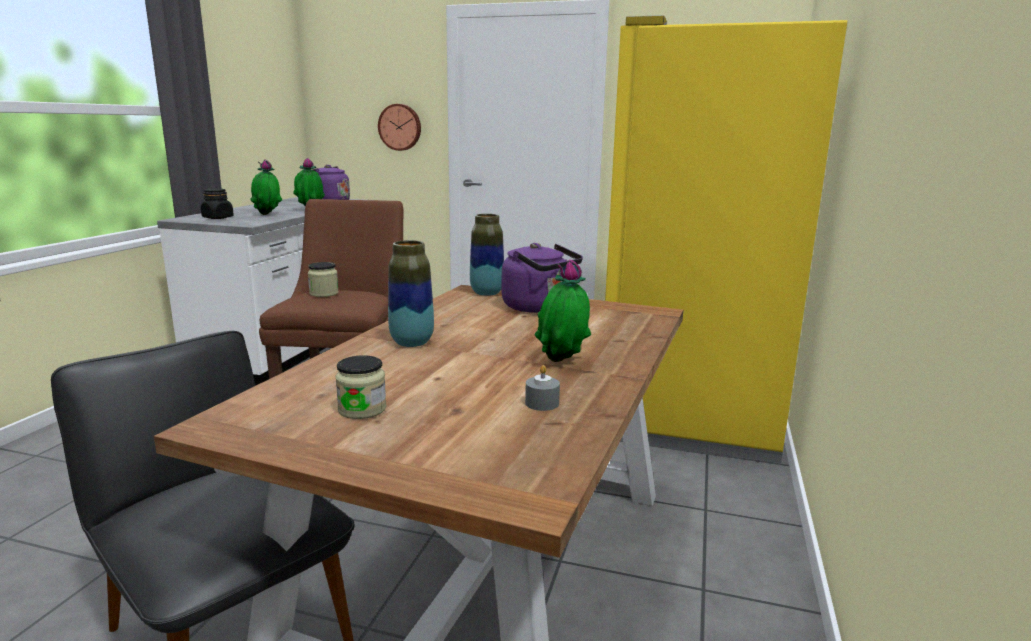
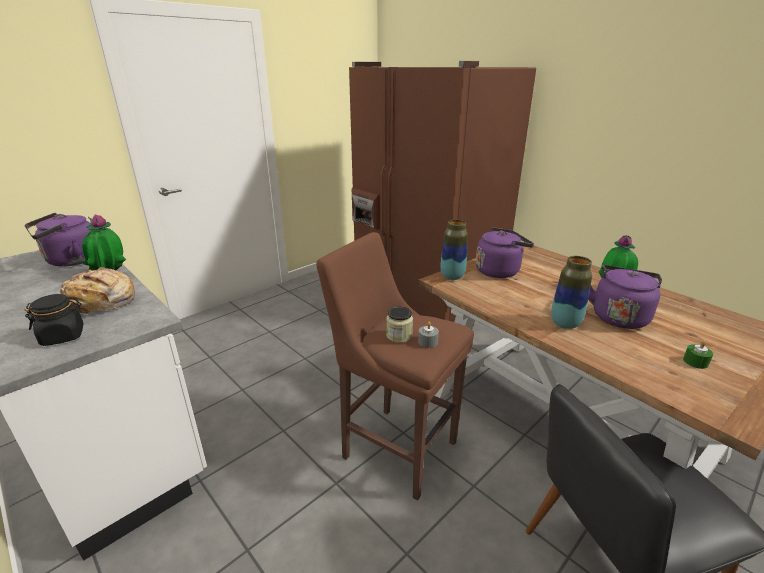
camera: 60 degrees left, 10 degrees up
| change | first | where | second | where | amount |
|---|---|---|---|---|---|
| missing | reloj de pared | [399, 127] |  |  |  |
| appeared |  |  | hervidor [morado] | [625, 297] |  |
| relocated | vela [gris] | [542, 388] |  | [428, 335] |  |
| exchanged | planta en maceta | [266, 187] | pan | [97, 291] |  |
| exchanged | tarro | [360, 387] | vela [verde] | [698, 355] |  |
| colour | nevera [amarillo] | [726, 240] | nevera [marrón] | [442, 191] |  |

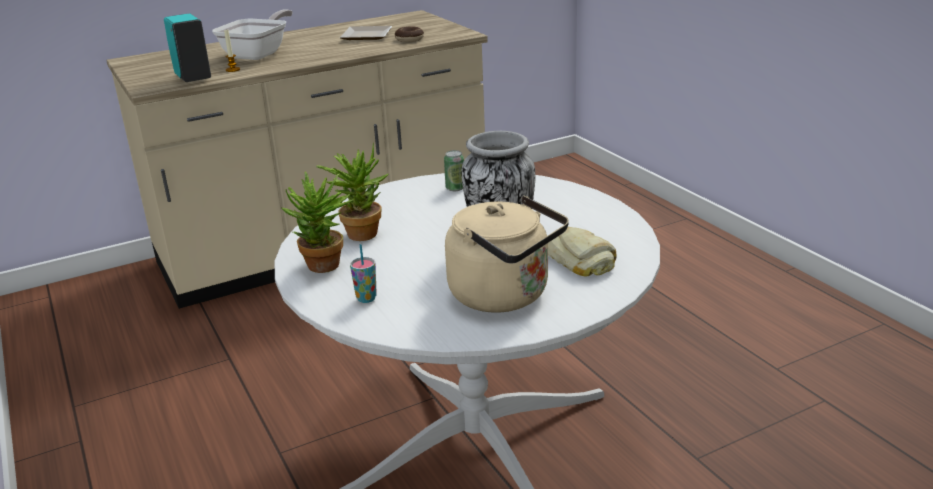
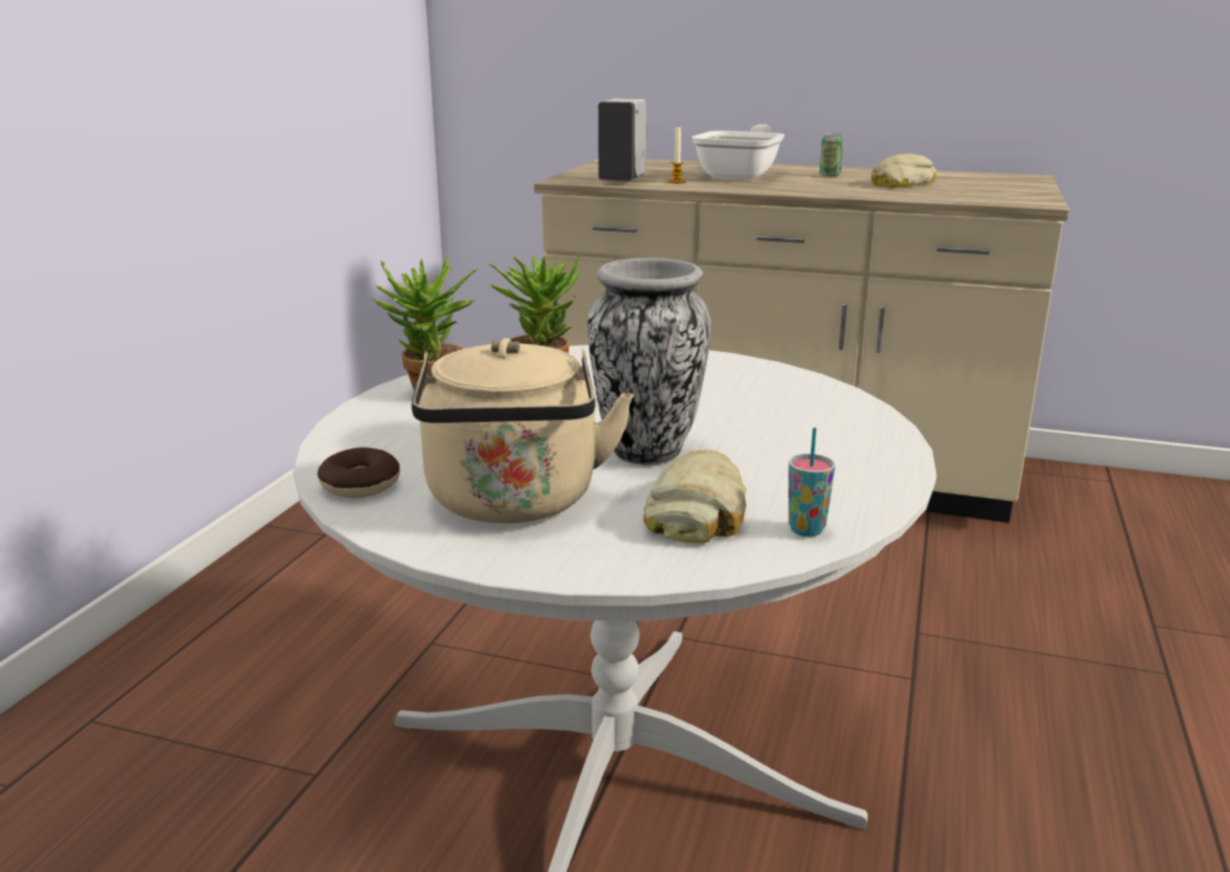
camera: 45 degrees right, 5 degrees down
| change | first | where | second | where | amount |
|---|---|---|---|---|---|
| relocated | taza | [363, 273] |  | [811, 482] |  |
| relocated | rosquilla | [409, 34] |  | [358, 472] |  |
| relocated | lata | [454, 170] |  | [831, 155] |  |
| exchanged | plato | [366, 33] | pan | [904, 171] |  |
| colour | dispensador de jabón [turquesa] | [187, 48] | dispensador de jabón [blanco] | [622, 139] |  |
| spun | sartén | [252, 35] |  | [738, 152] | 45 degrees counterclockwise |

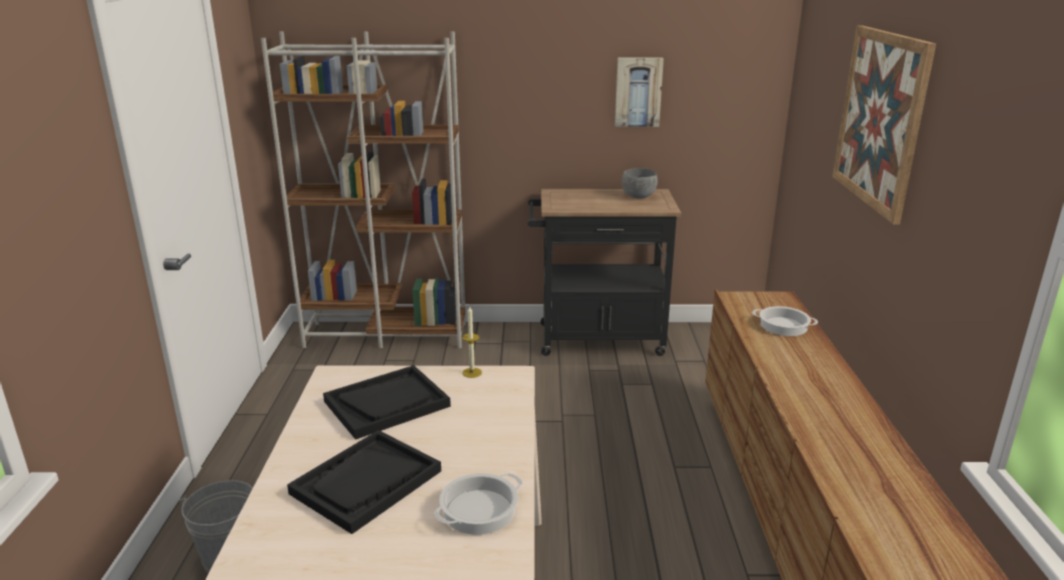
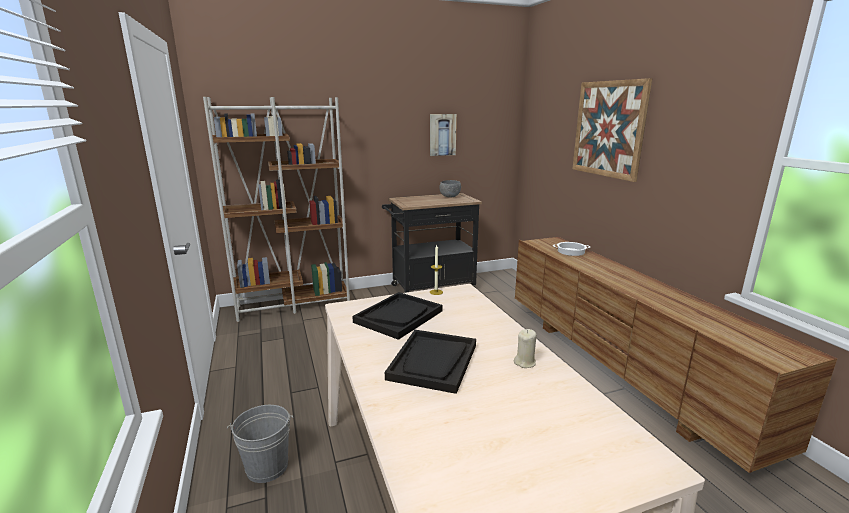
camera: 20 degrees left, 5 degrees down
| change | first | where | second | where | amount |
|---|---|---|---|---|---|
| exchanged | olla | [479, 504] | vela [beis] | [525, 348] |  |

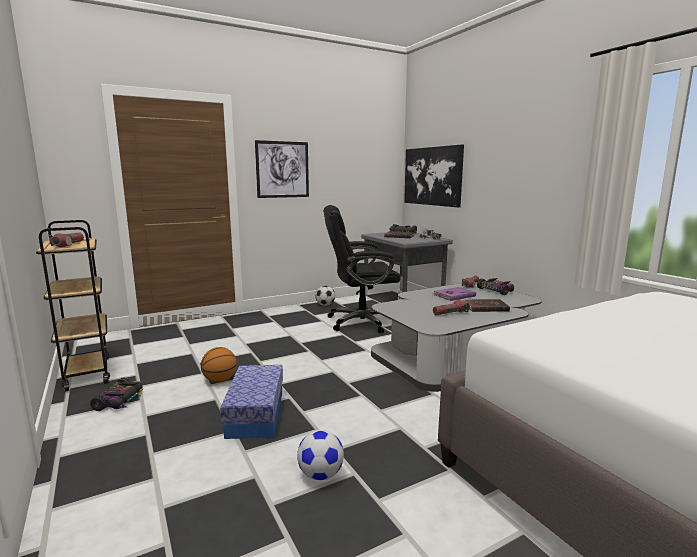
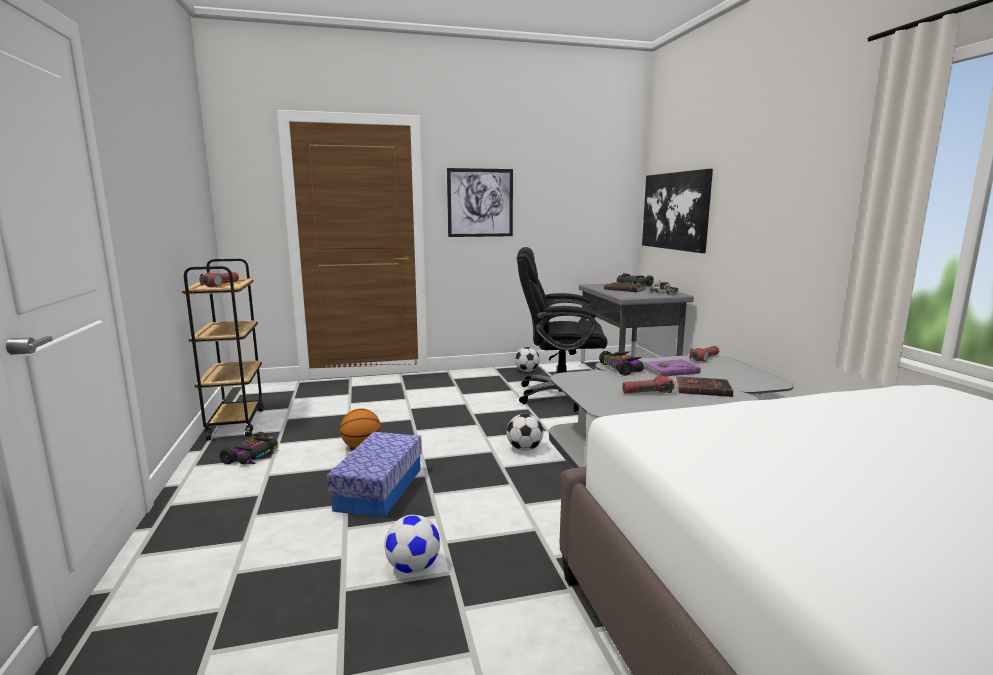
camera: 15 degrees right, 0 degrees up
| change | first | where | second | where | amount |
|---|---|---|---|---|---|
| appeared |  |  | balón de fútbol | [525, 432] |  |
| relocated | coche de juguete | [495, 286] |  | [621, 363] |  |

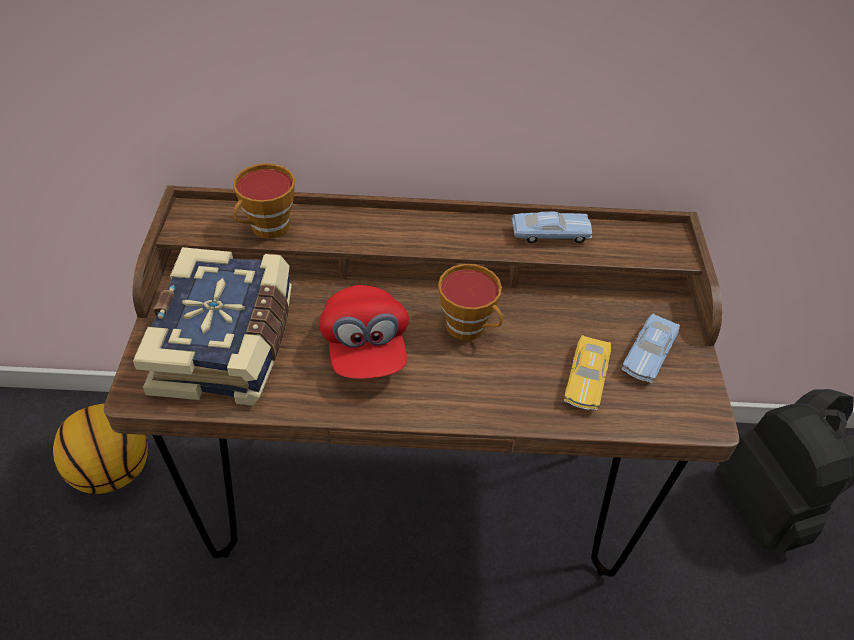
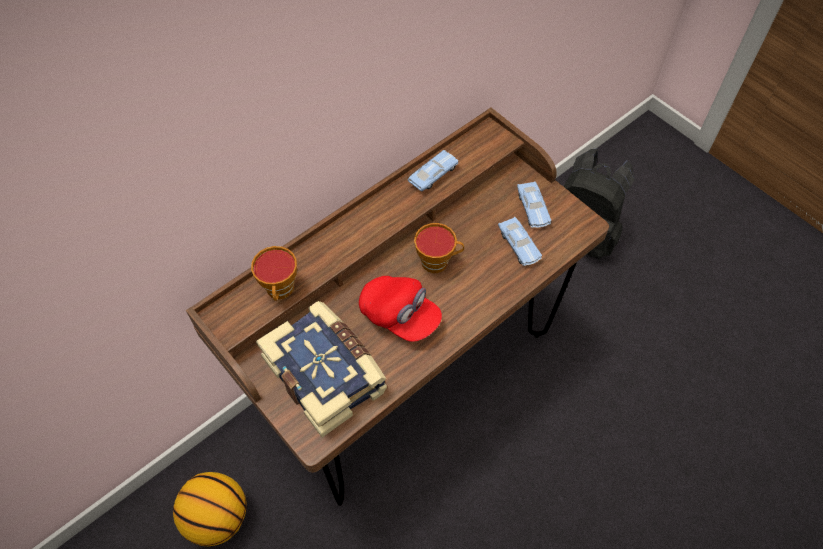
camera: 40 degrees left, 10 degrees up
| change | first | where | second | where | amount |
|---|---|---|---|---|---|
| colour | coche de juguete [amarillo] | [587, 372] | coche de juguete [azul] | [520, 241] |  |

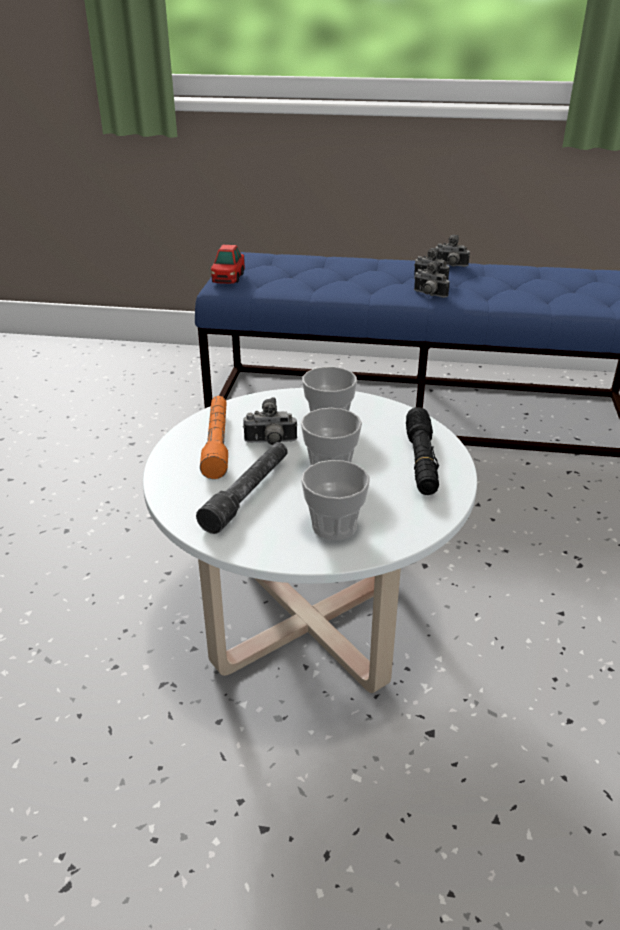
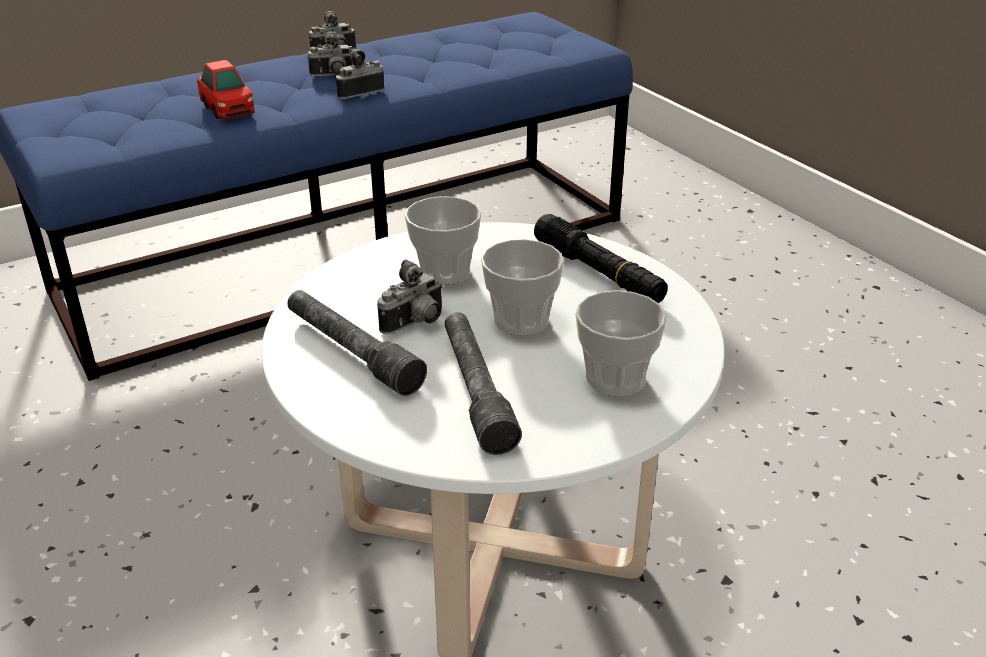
camera: 40 degrees left, 0 degrees up
| change | first | where | second | where | amount |
|---|---|---|---|---|---|
| relocated | coche de juguete | [228, 264] |  | [226, 89] |  |
| colour | linterna [naranja] | [214, 437] | linterna [gris] | [357, 343] |  |
| spun | cámara | [432, 279] |  | [359, 74] | 150 degrees clockwise |

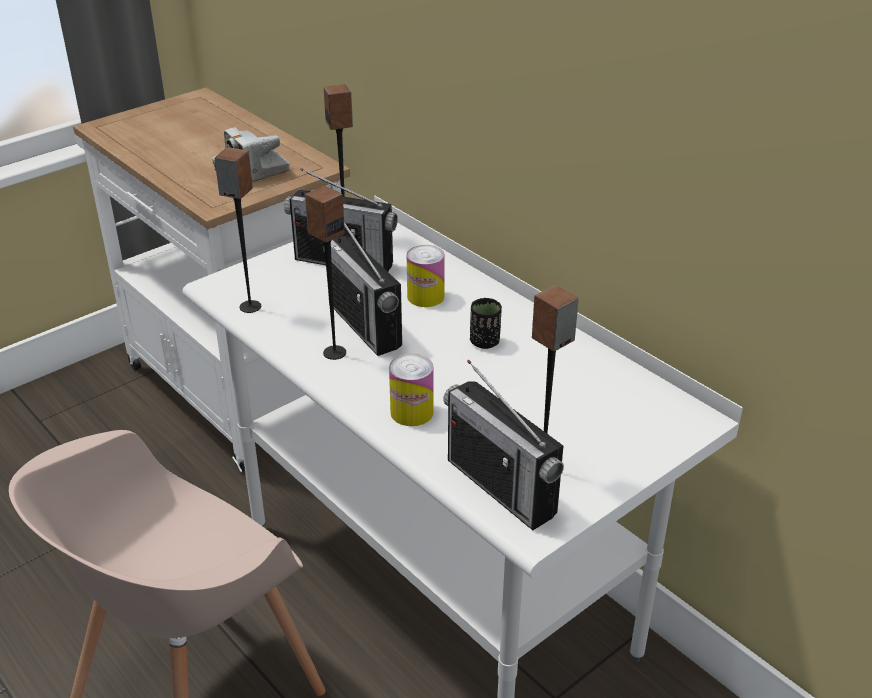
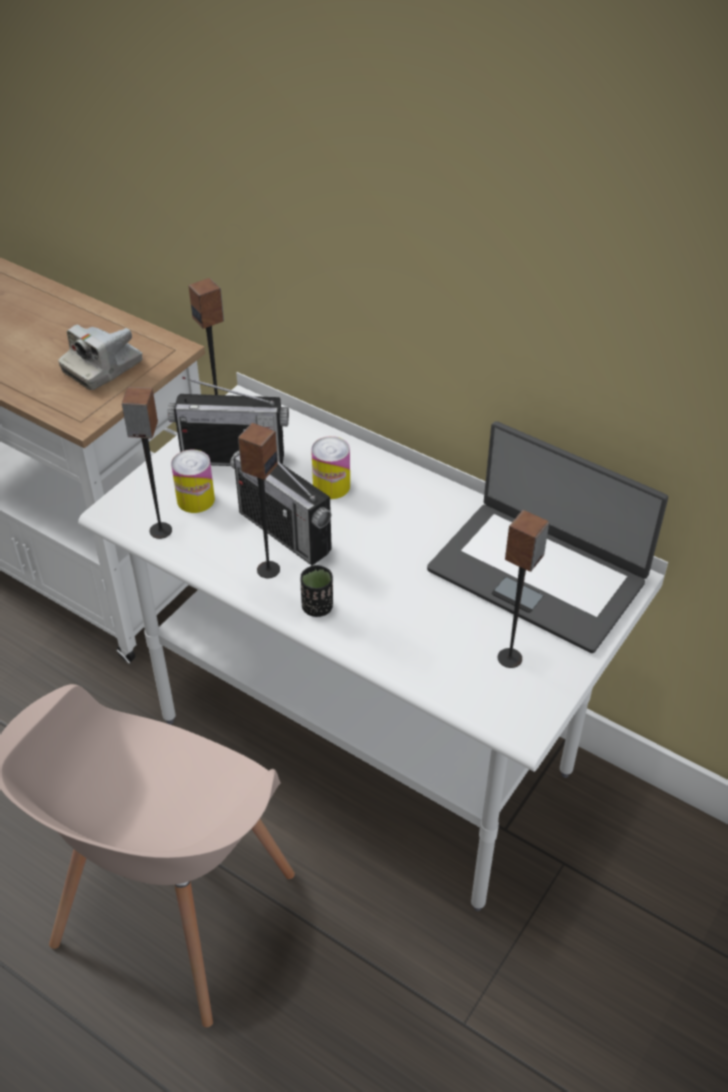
camera: 15 degrees left, 10 degrees up
| change | first | where | second | where | amount |
|---|---|---|---|---|---|
| missing | radio | [503, 445] |  |  |  |
| appeared |  |  | portátil | [547, 537] |  |
| relocated | lata | [411, 390] |  | [193, 481] |  |
| relocated | taza [negro] | [486, 323] |  | [317, 591] |  |

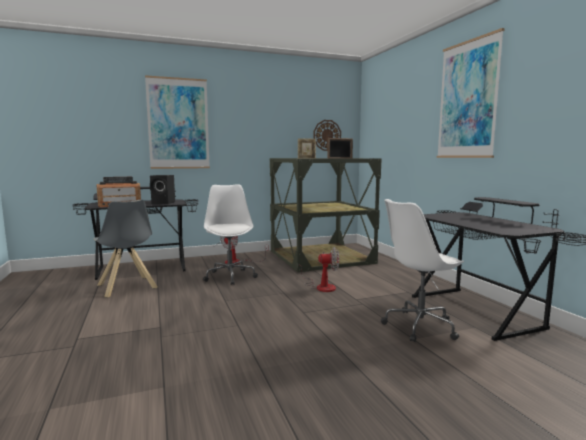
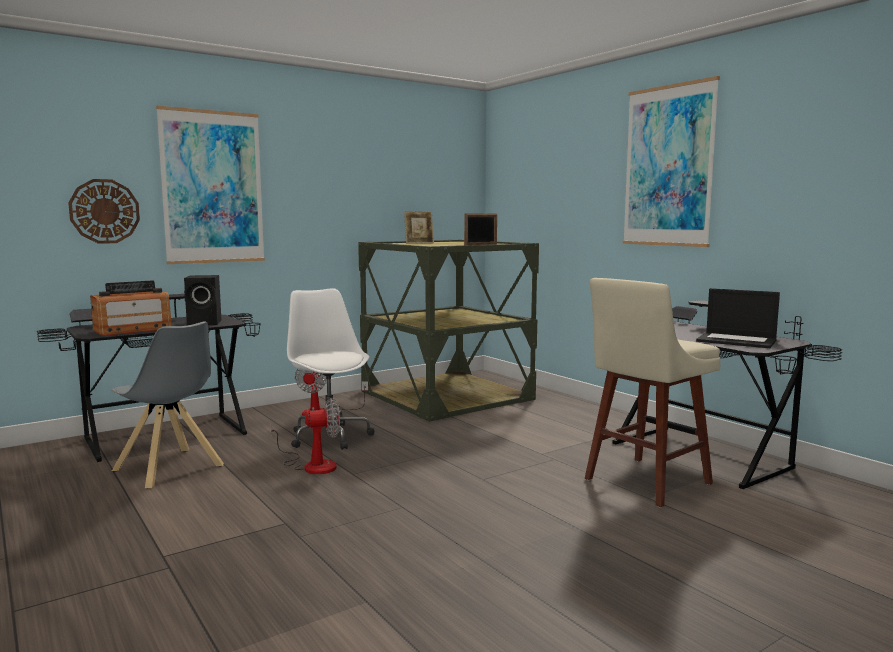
camera: 15 degrees left, 0 degrees up
| change | first | where | second | where | amount |
|---|---|---|---|---|---|
| appeared |  |  | portátil | [738, 318] |  |
| relocated | ventilador | [318, 269] |  | [305, 436] |  |
| relocated | reloj de pared | [327, 135] |  | [104, 211] |  |
| exchanged | silla de oficina [blanco] | [422, 270] | taburete [beis] | [652, 393] |  |

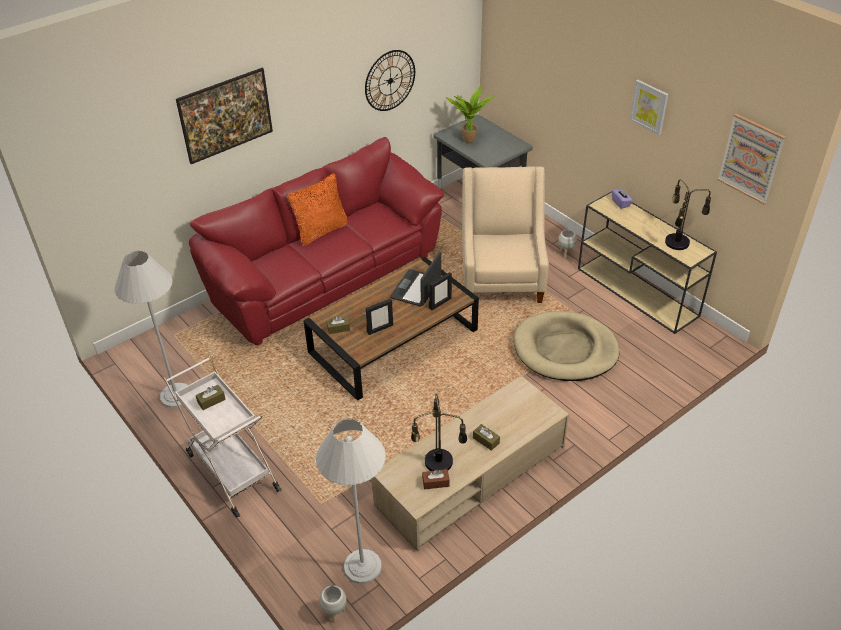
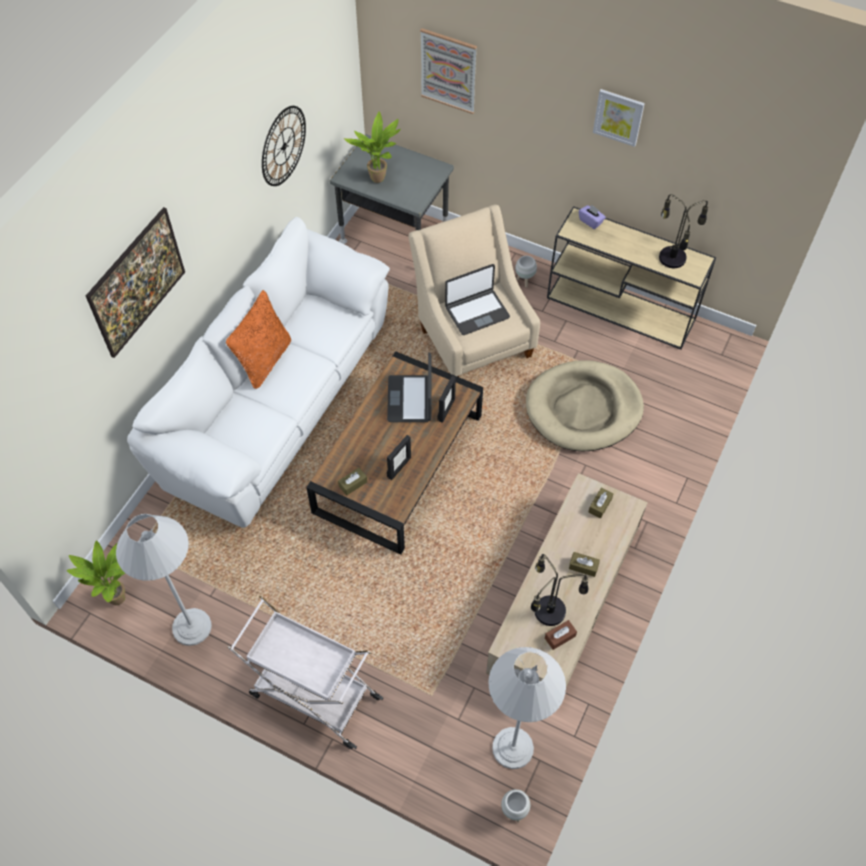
camera: 25 degrees left, 15 degrees up
| change | first | where | second | where | amount |
|---|---|---|---|---|---|
| appeared |  |  | planta en maceta | [96, 573] |  |
| appeared |  |  | portátil | [477, 299] |  |
| relocated | caja de pañuelos [marrón] | [211, 397] |  | [601, 502] |  |
| relocated | cuadro | [752, 158] |  | [448, 71] |  |
| colour | sofá [rojo] | [316, 241] | sofá [blanco] | [258, 372] |  |

